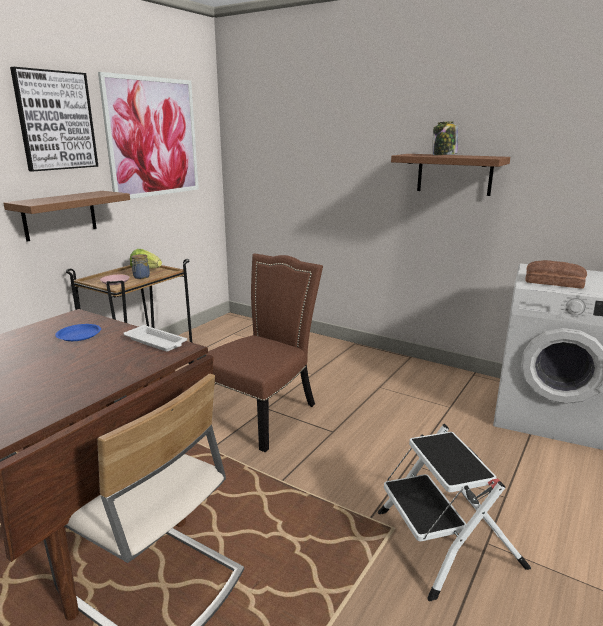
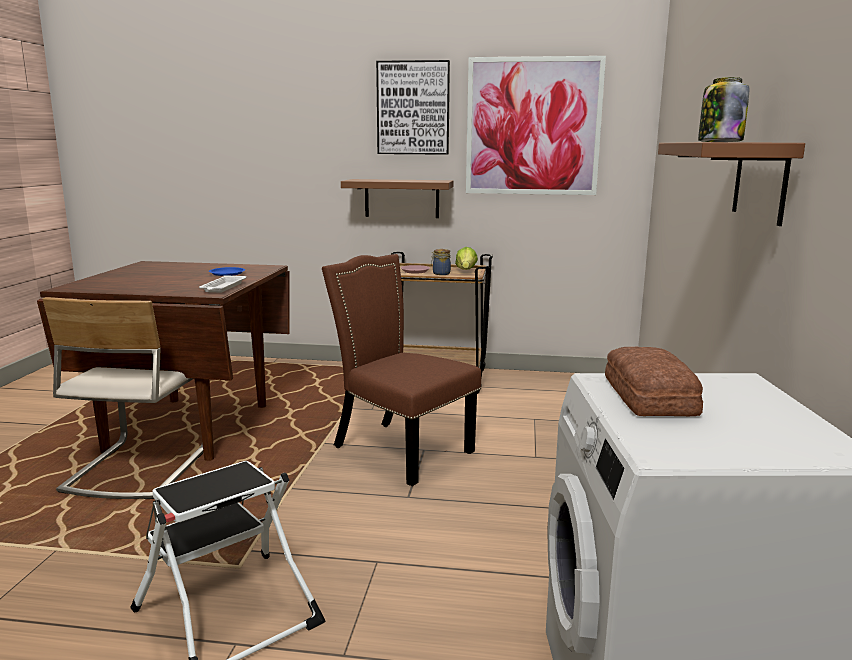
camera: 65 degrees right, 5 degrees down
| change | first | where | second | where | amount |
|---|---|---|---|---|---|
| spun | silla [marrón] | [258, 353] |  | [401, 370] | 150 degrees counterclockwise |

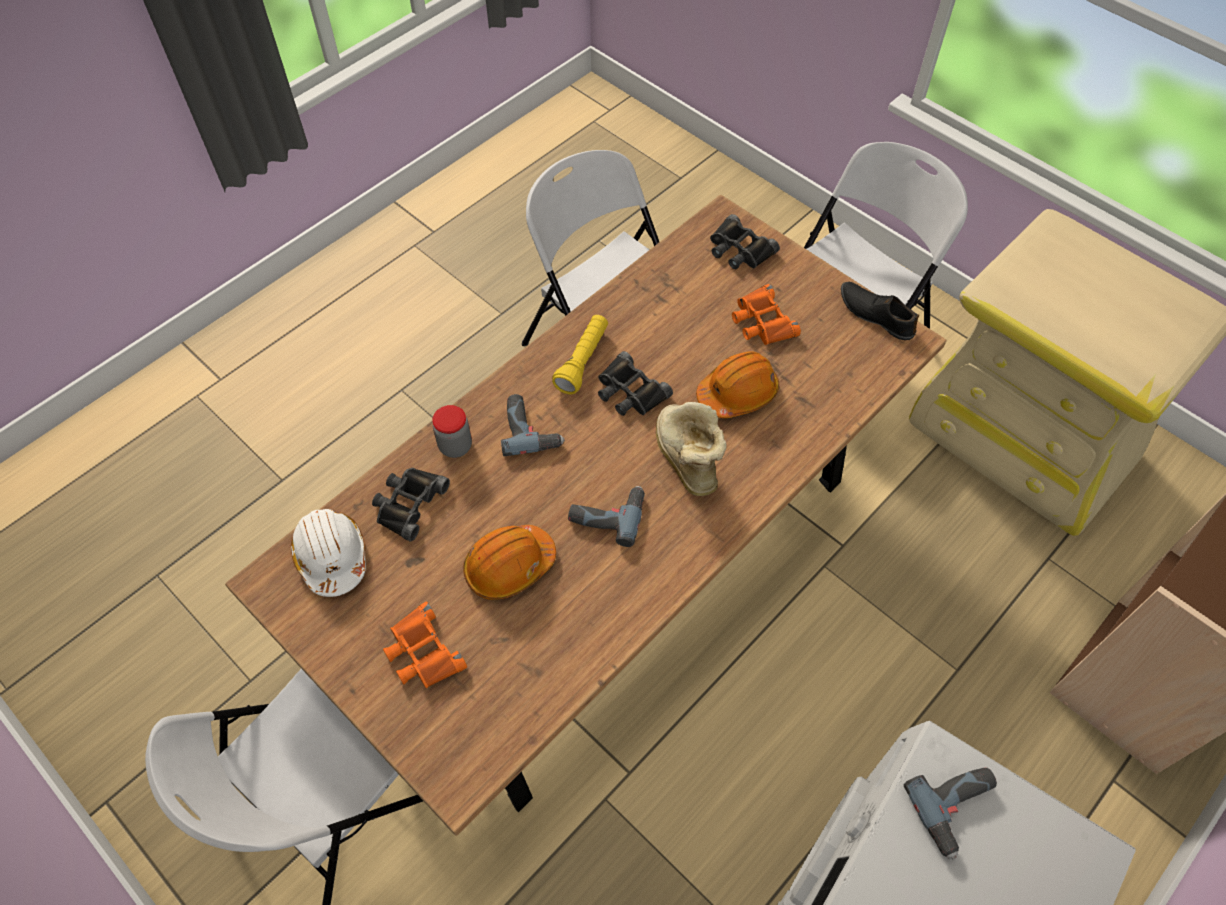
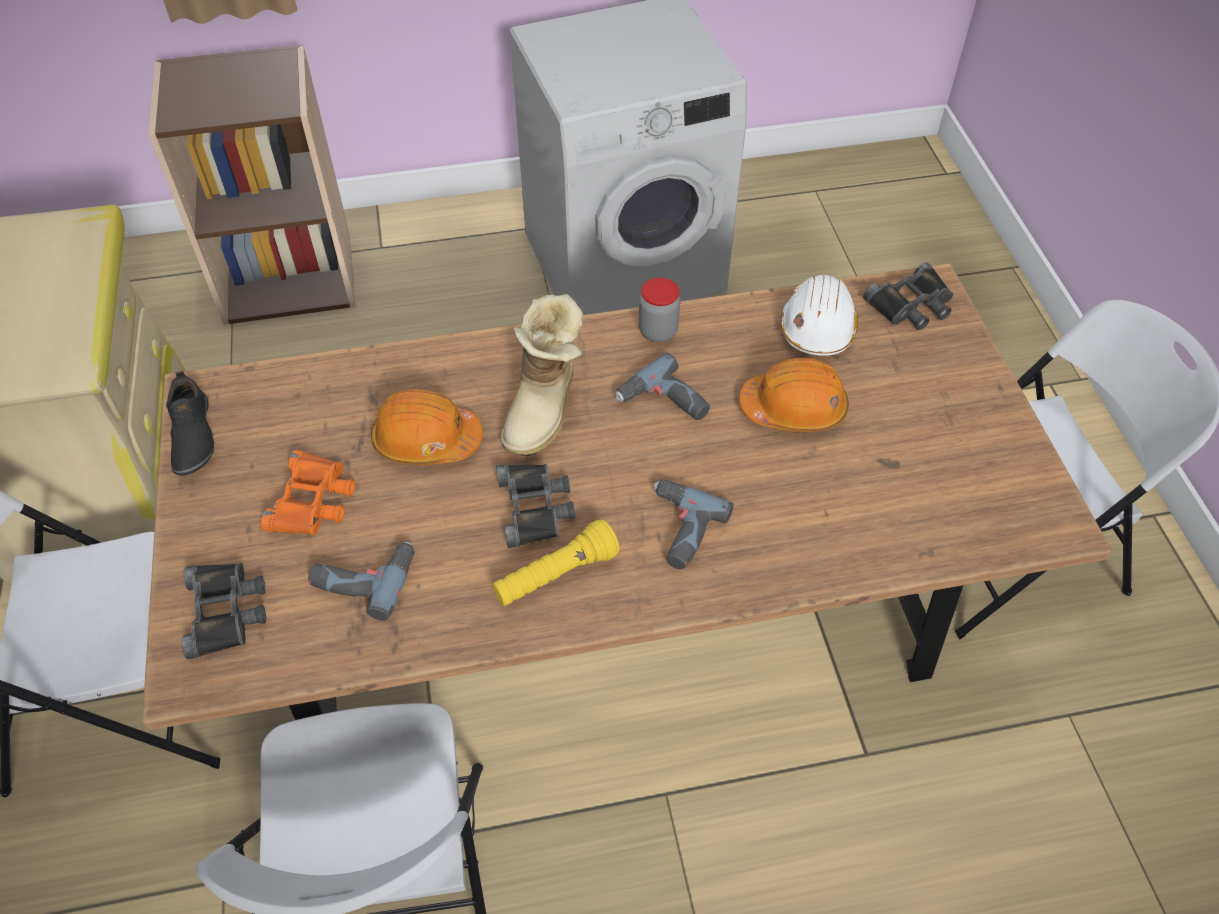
camera: 145 degrees left, 5 degrees down
| change | first | where | second | where | amount |
|---|---|---|---|---|---|
| missing | prismáticos [naranja] | [425, 645] |  |  |  |
| relocated | casco [blanco] | [328, 553] |  | [819, 315] |  |
| relocated | prismáticos [negro] | [411, 504] |  | [908, 296] |  |
| relocated | tarro | [452, 431] |  | [659, 309] |  |
| relocated | taladro | [950, 813] |  | [361, 581] |  |

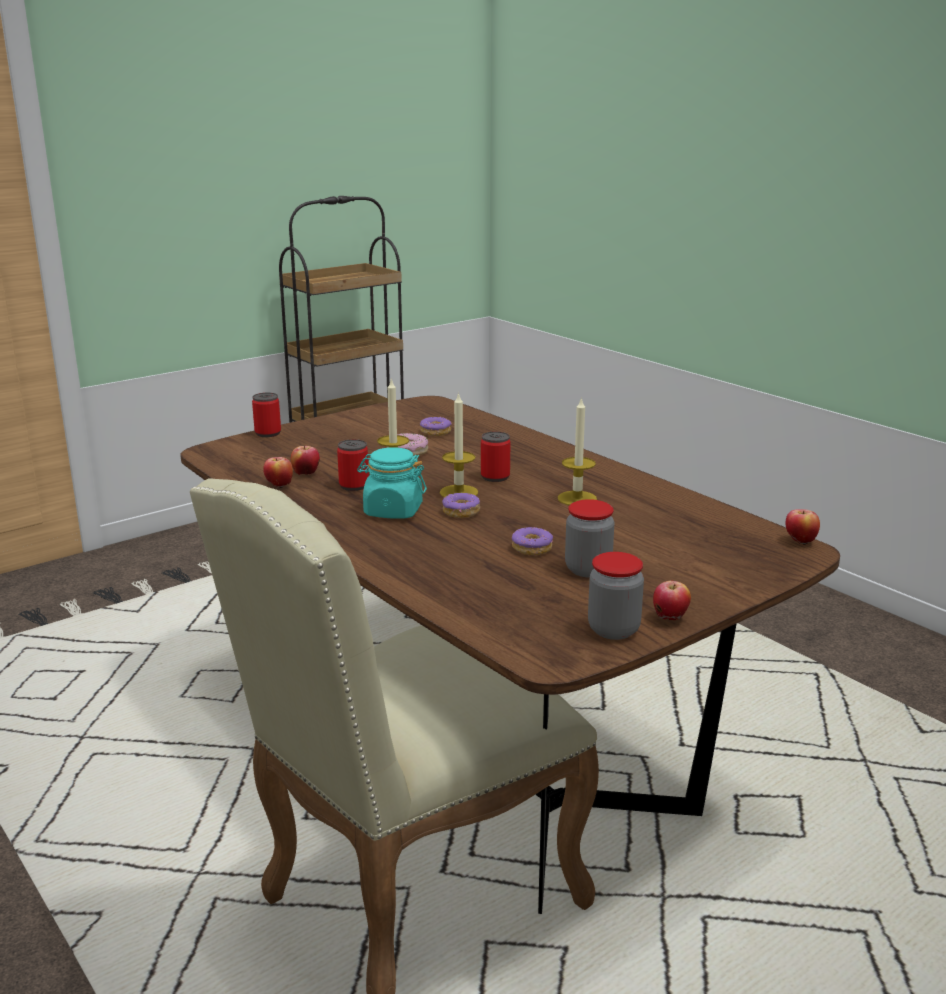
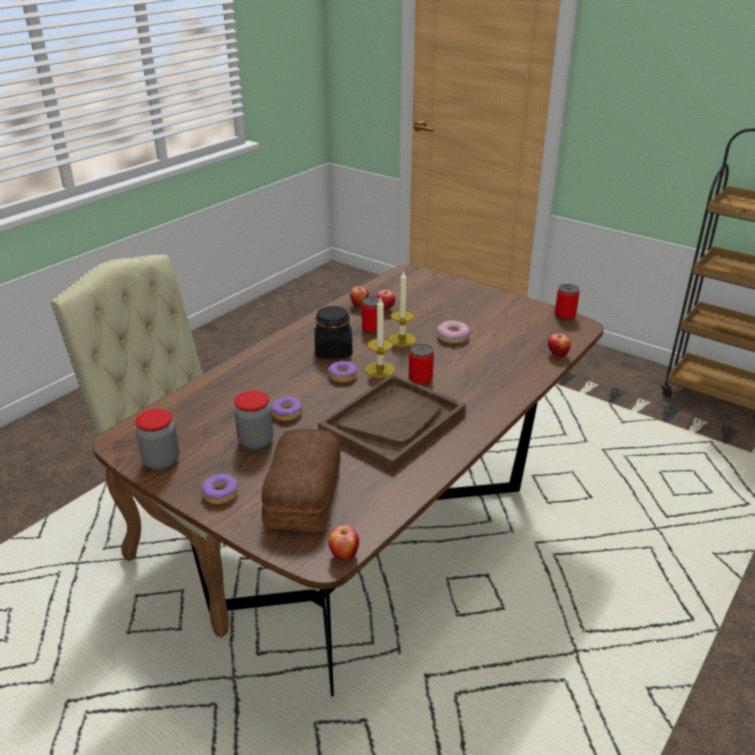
camera: 75 degrees right, 10 degrees up
| change | first | where | second | where | amount |
|---|---|---|---|---|---|
| appeared |  |  | pan | [301, 480] |  |
| relocated | lata | [266, 415] |  | [567, 302] |  |
| relocated | rosquilla | [436, 426] |  | [220, 489] |  |
| relocated | manzana | [672, 600] |  | [559, 345] |  |
| exchanged | vela | [577, 451] | bandeja [marrón] | [392, 422] |  |
| colour | tarro [turquesa] | [392, 483] | tarro [negro] | [333, 332] |  |

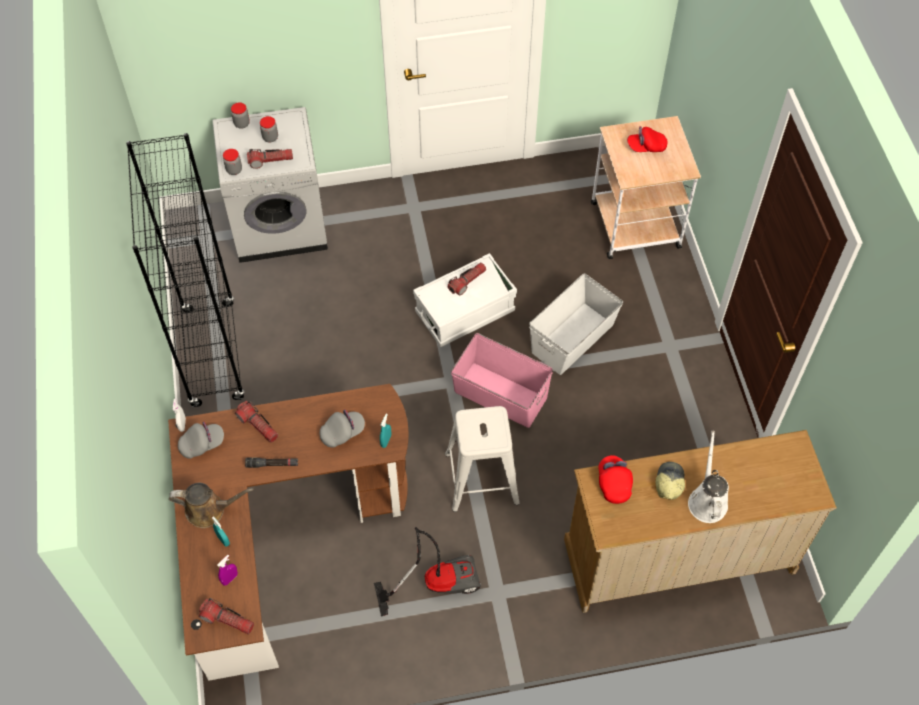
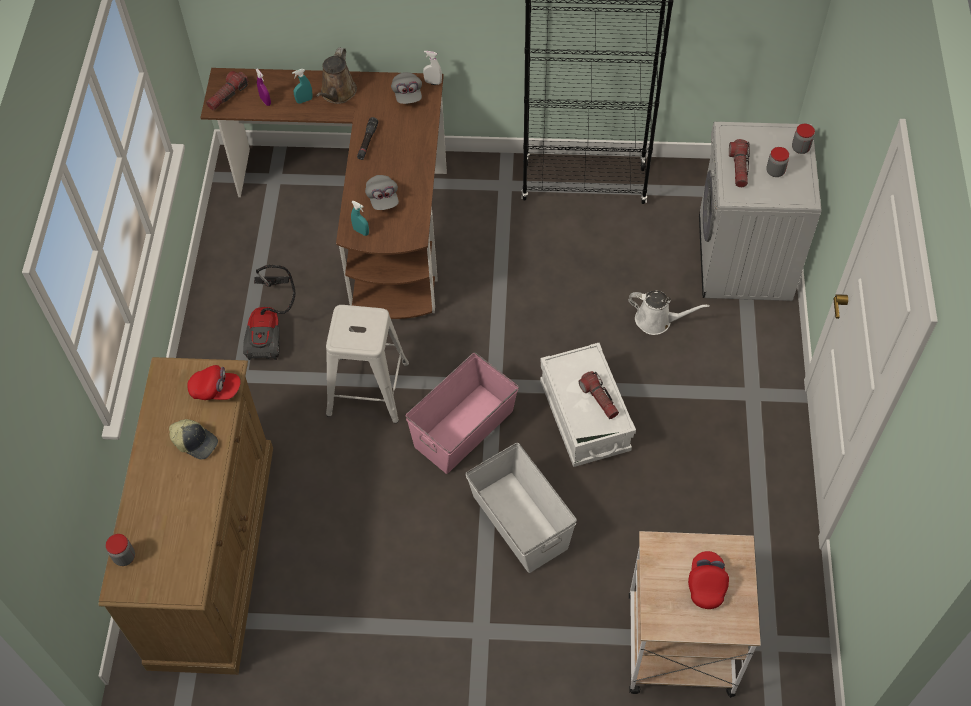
camera: 105 degrees right, 0 degrees up
| change | first | where | second | where | amount |
|---|---|---|---|---|---|
| missing | linterna | [256, 422] |  |  |  |
| relocated | tarro | [232, 162] |  | [120, 550] |  |
| relocated | regadera [blanco] | [708, 477] |  | [668, 312] |  |

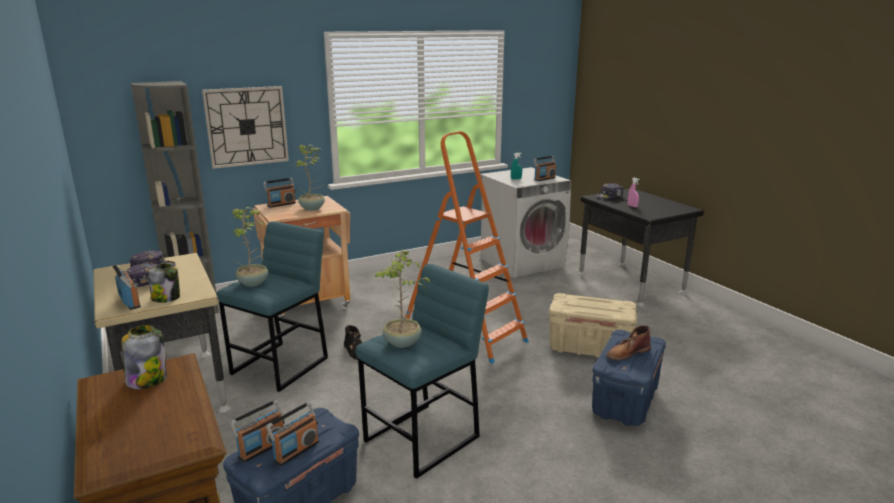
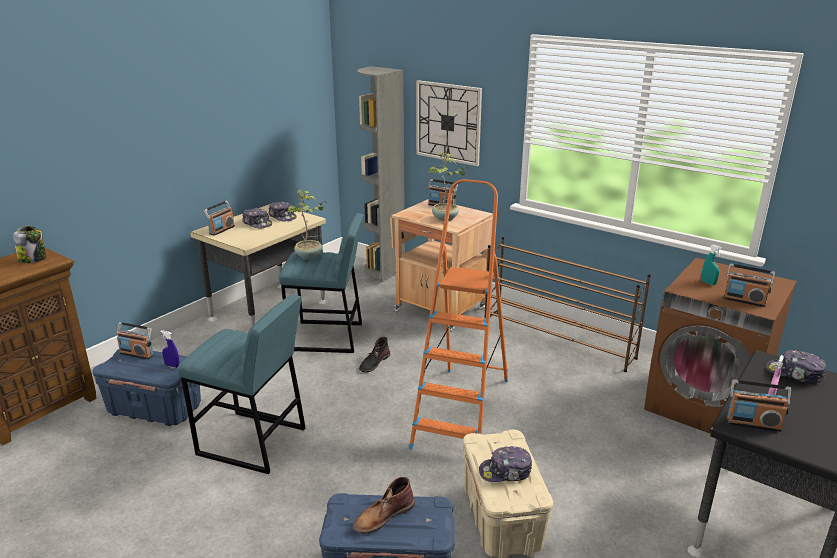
camera: 65 degrees right, 5 degrees up
| change | first | where | second | where | amount |
|---|---|---|---|---|---|
| missing | tarro | [164, 283] |  |  |  |
| missing | planta en maceta | [402, 298] |  |  |  |
| appeared |  |  | pulverizador [azul] | [170, 349] |  |
| appeared |  |  | gorra | [505, 464] |  |
| appeared |  |  | zapatero [marrón] | [568, 304] |  |
| relocated | radio | [292, 434] |  | [758, 405] |  |
| colour | lavadora [blanco] | [525, 222] | lavadora [marrón] | [720, 345] |  |
| spun | bota [marrón] | [628, 343] |  | [384, 505] | 75 degrees counterclockwise |

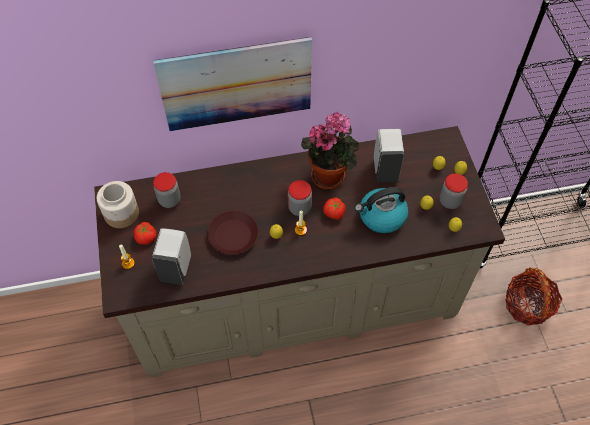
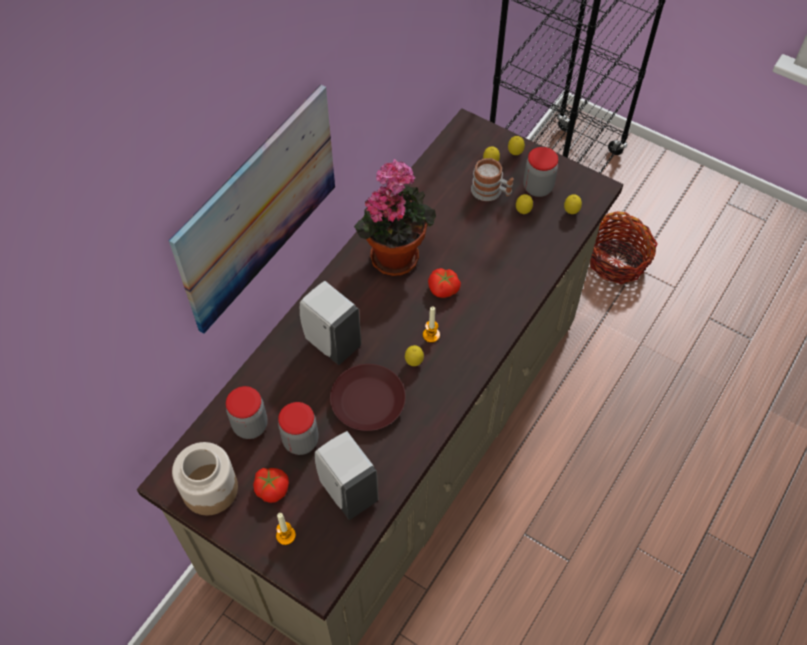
camera: 45 degrees left, 0 degrees up
| change | first | where | second | where | amount |
|---|---|---|---|---|---|
| missing | hervidor | [381, 210] |  |  |  |
| appeared |  |  | taza grande | [492, 179] |  |
| relocated | tarro | [300, 198] |  | [298, 428] |  |
| relocated | dispensador de jabón [blanco] | [389, 155] |  | [330, 323] |  |

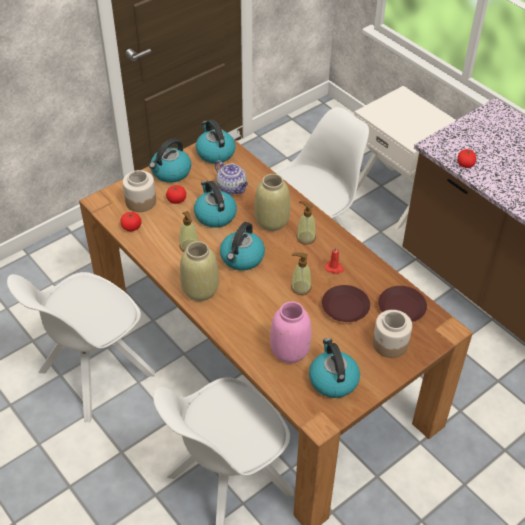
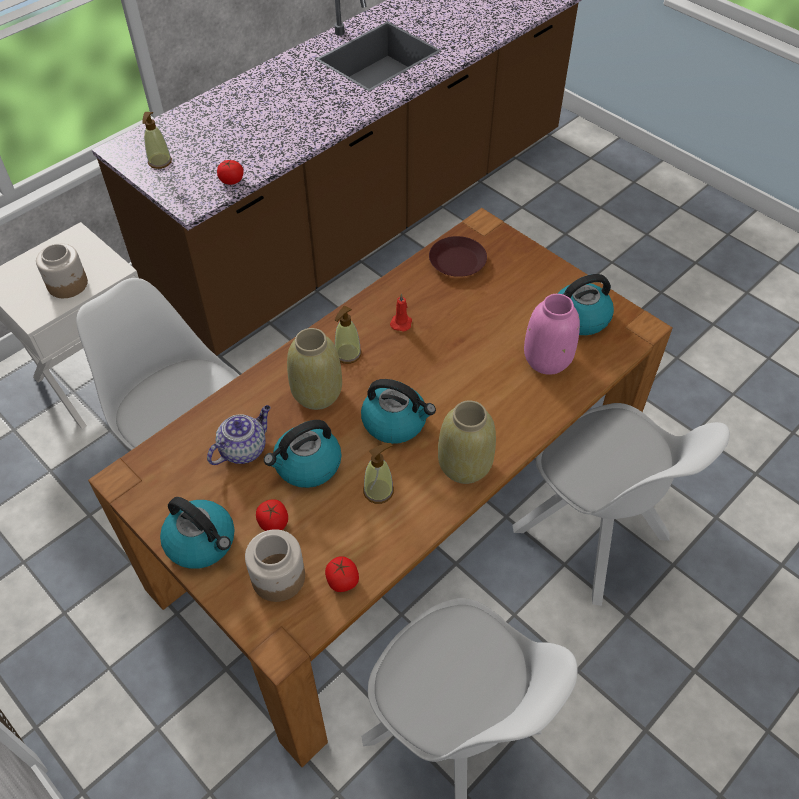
camera: 95 degrees left, 5 degrees up
| change | first | where | second | where | amount |
|---|---|---|---|---|---|
| missing | hervidor | [216, 142] |  |  |  |
| missing | plato [marrón] | [346, 303] |  |  |  |
| relocated | dispensador de jabón | [301, 274] |  | [157, 140] |  |
| relocated | tarro | [392, 334] |  | [62, 271] |  |

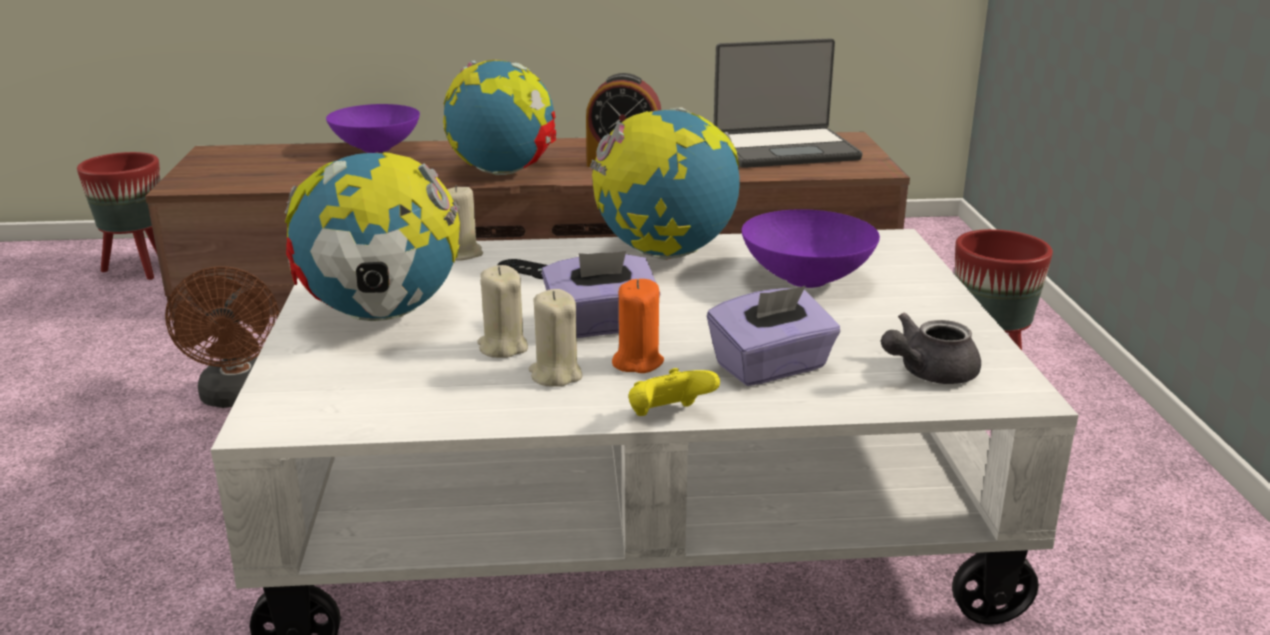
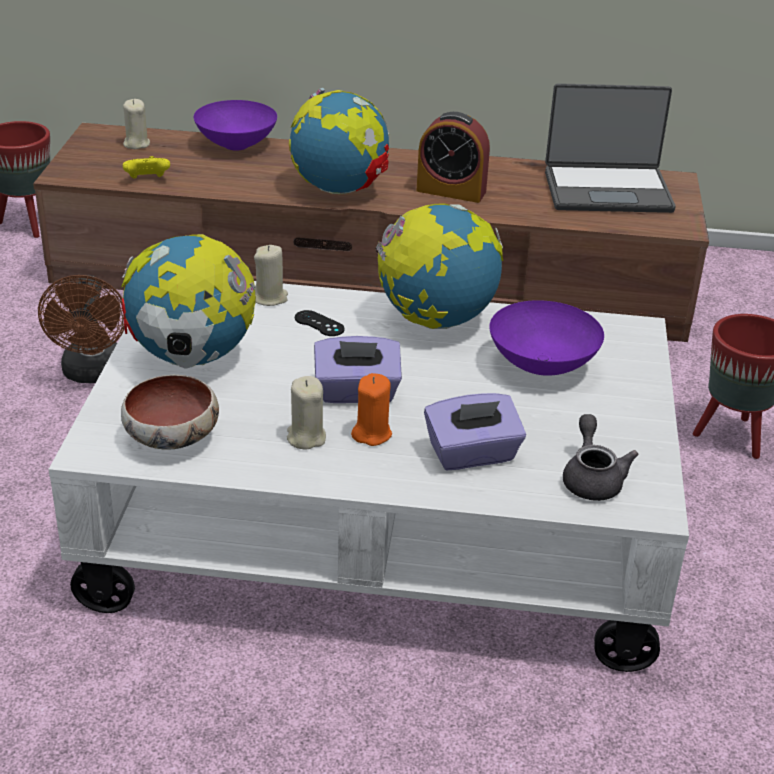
camera: 10 degrees right, 10 degrees up
| change | first | where | second | where | amount |
|---|---|---|---|---|---|
| appeared |  |  | cuenco | [170, 412] |  |
| relocated | vela [beis] | [502, 311] |  | [136, 124] |  |
| relocated | mando de consola [amarillo] | [674, 392] |  | [146, 167] |  |
| spun | tetera [gris] | [931, 348] |  | [601, 457] | 105 degrees clockwise |

